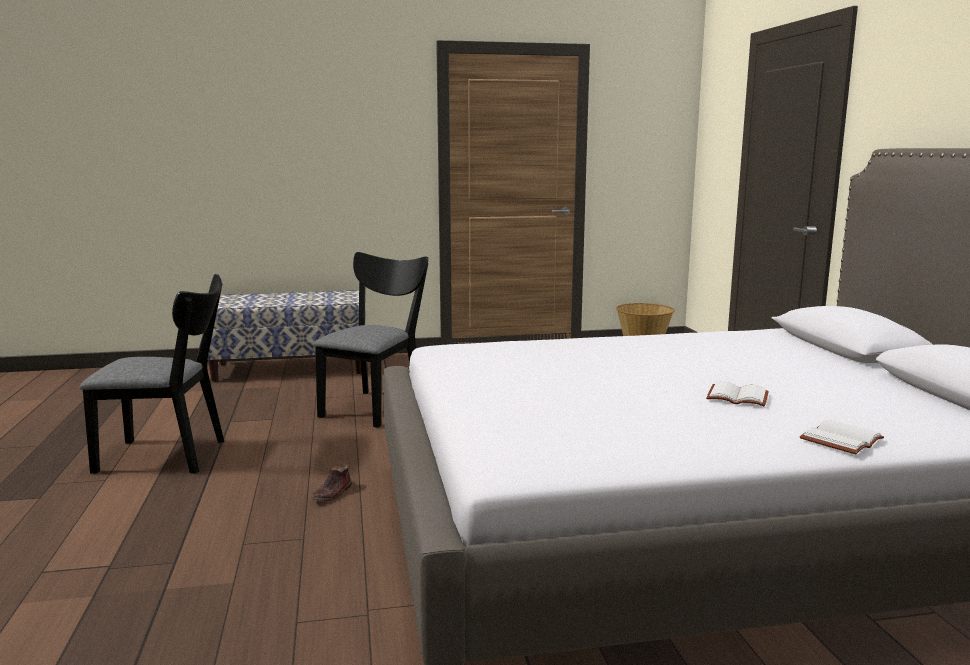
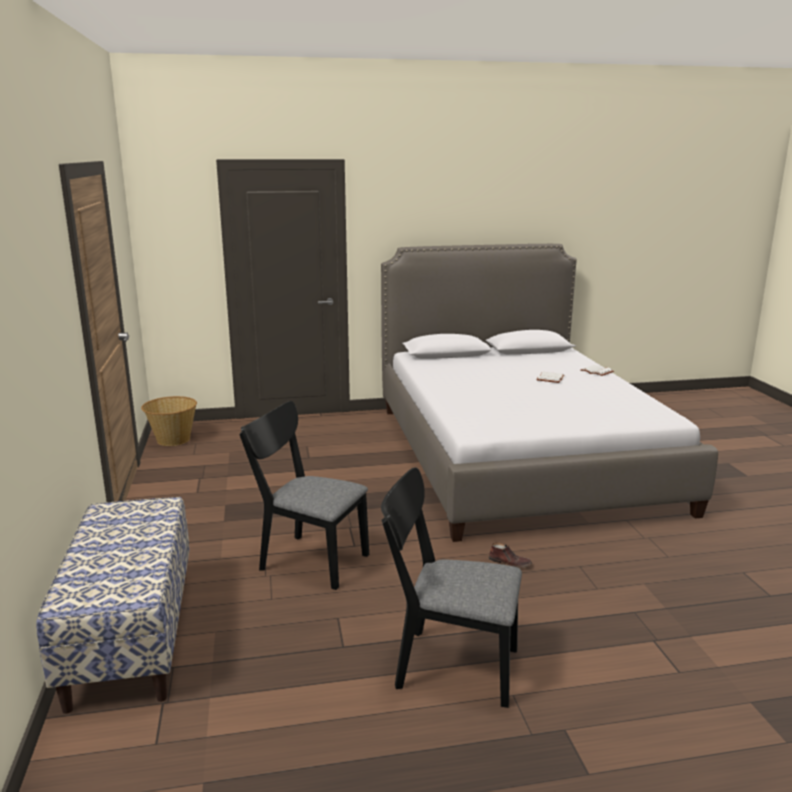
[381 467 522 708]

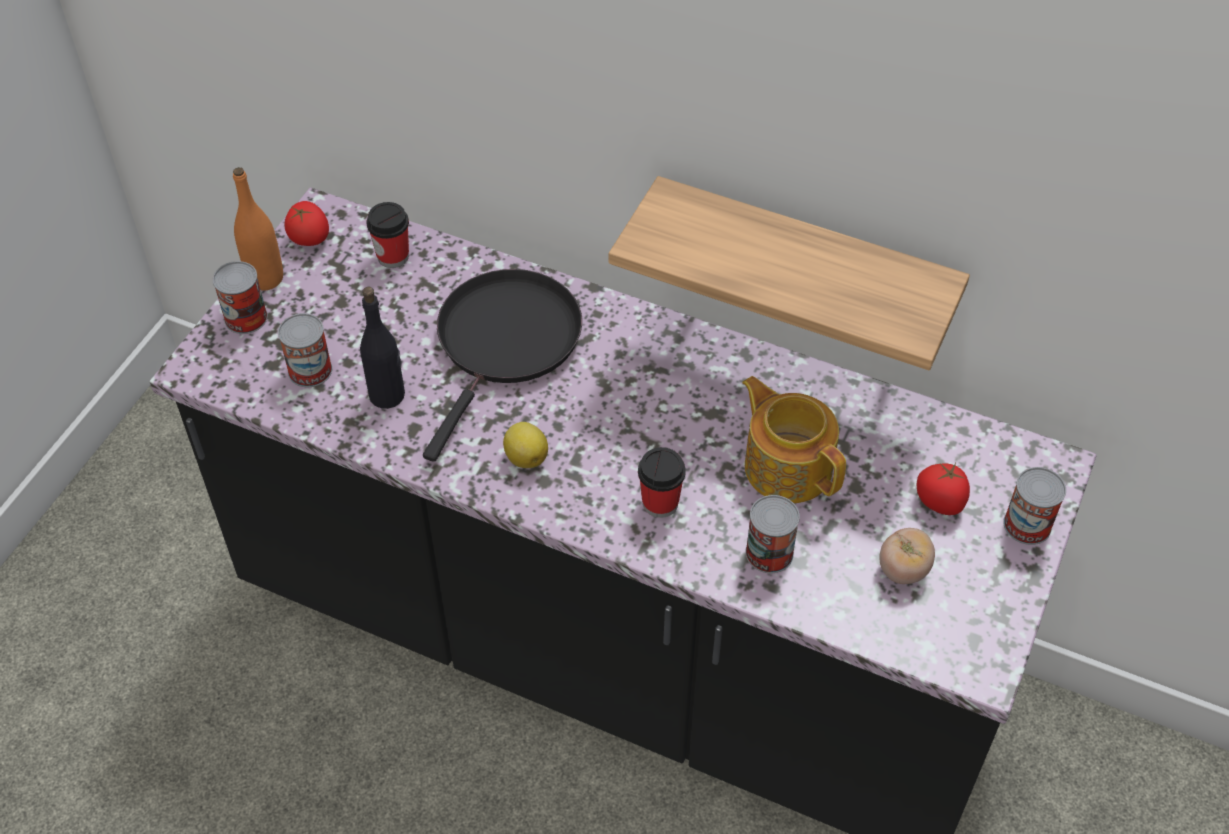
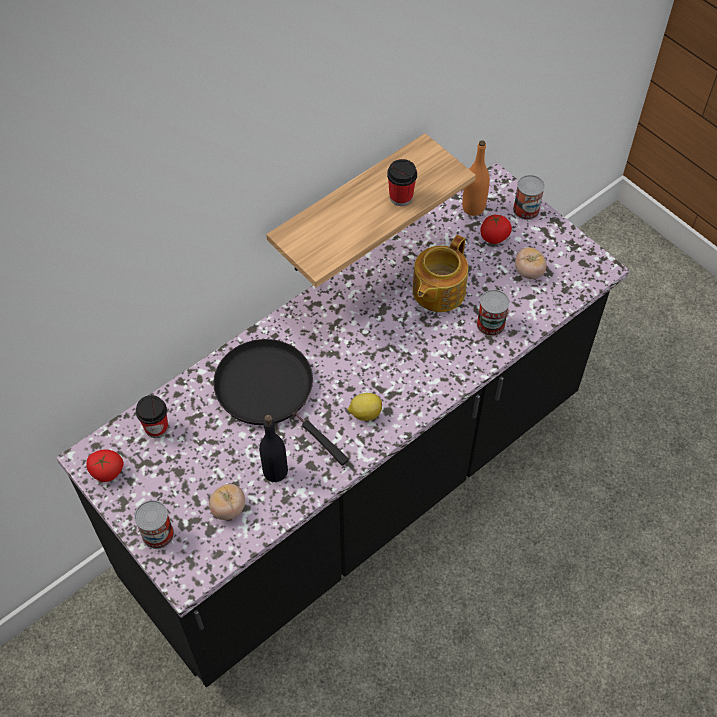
[462 140 490 216]
[387 159 417 206]
[209 484 245 520]
[413 235 468 312]

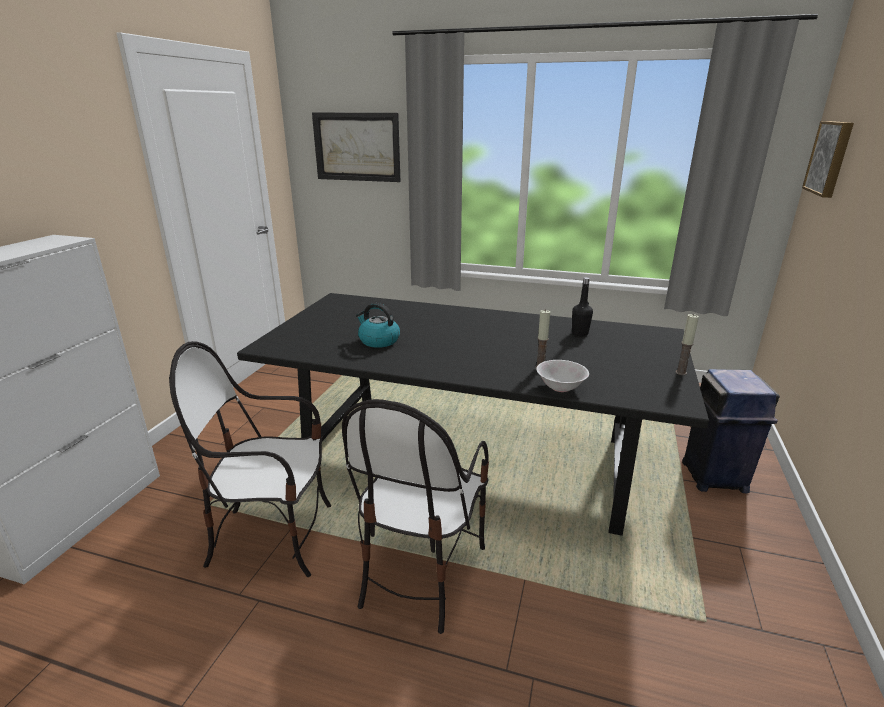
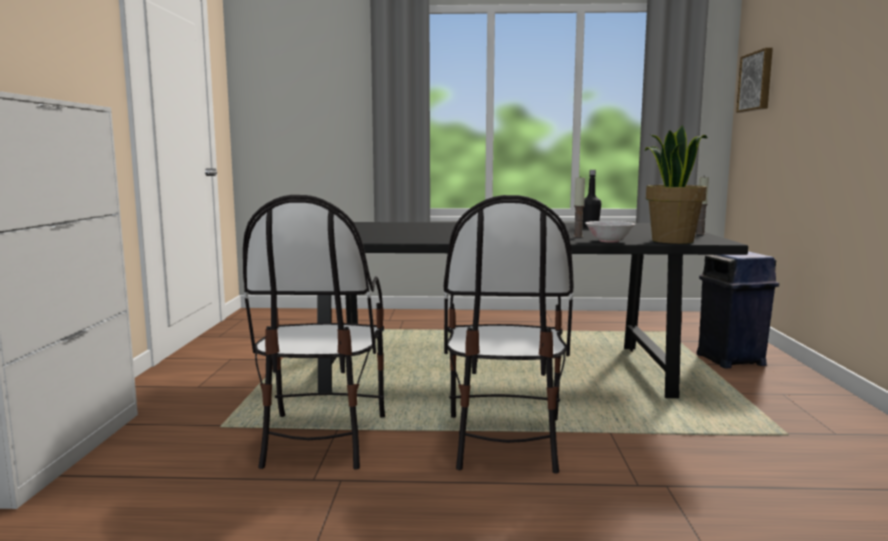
[312 113 401 182] (first image)
[356 303 400 348] (first image)
[645 125 708 244]
[243 195 385 470]

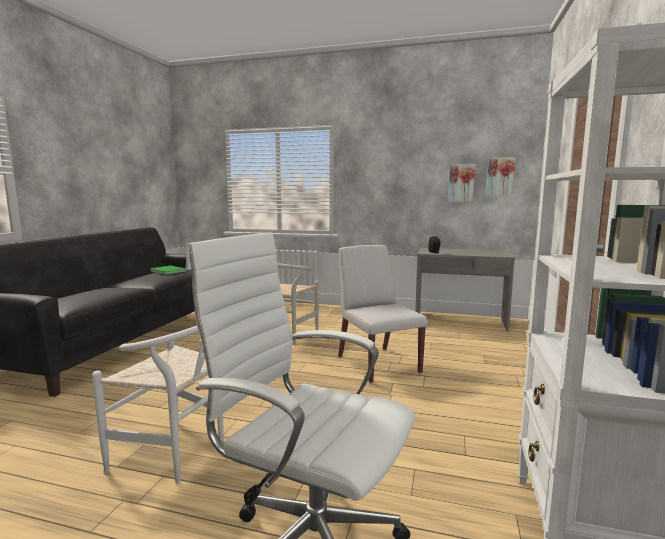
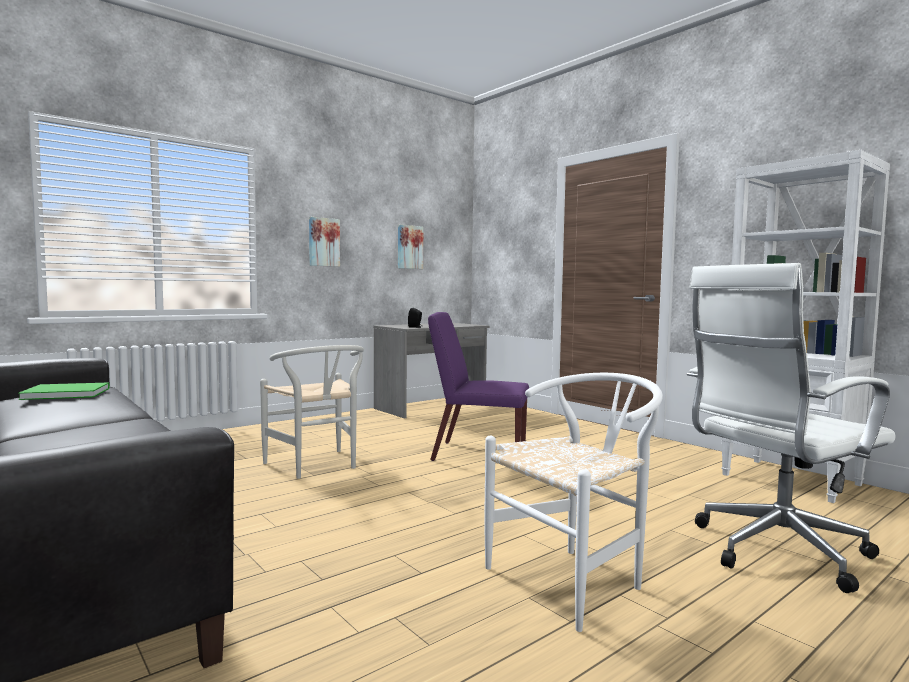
[309 217 340 267]
[428 312 529 461]

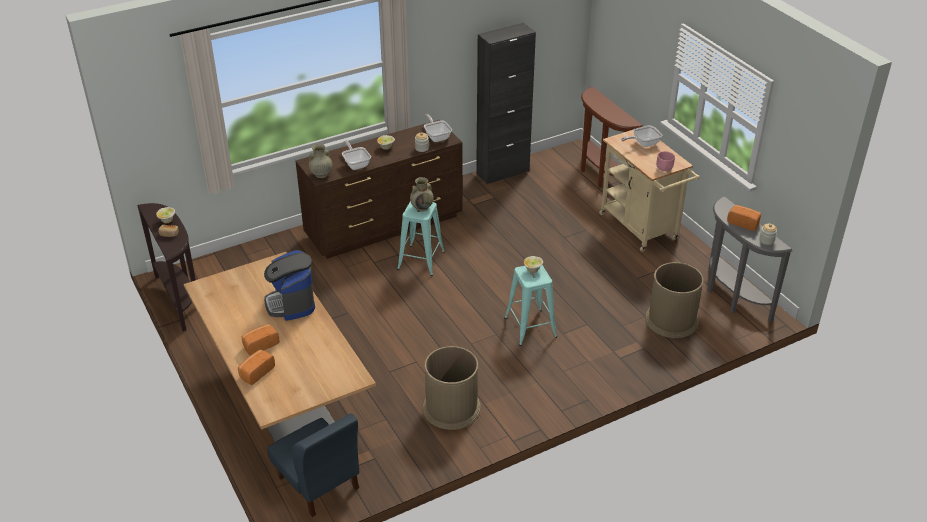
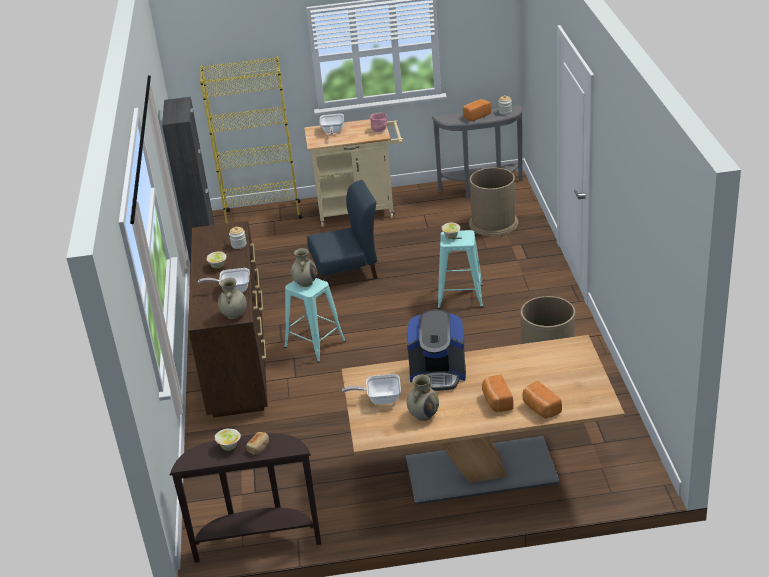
[407 375 439 421]
[307 180 378 289]
[342 374 401 405]
[200 56 302 223]

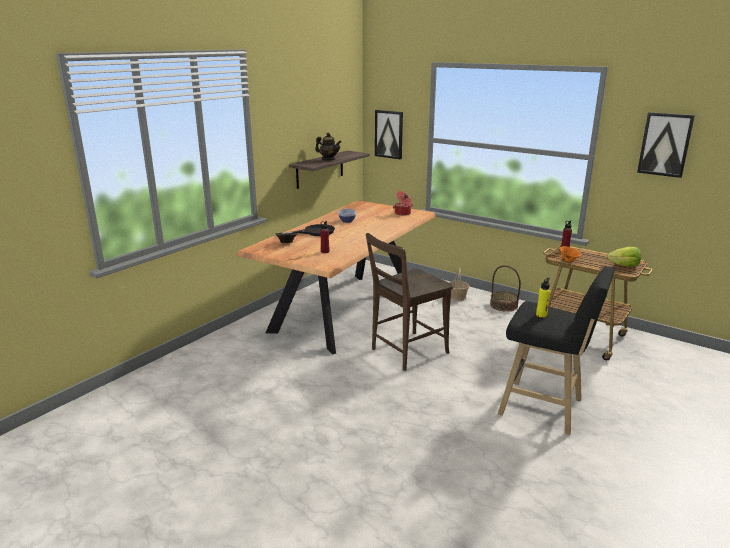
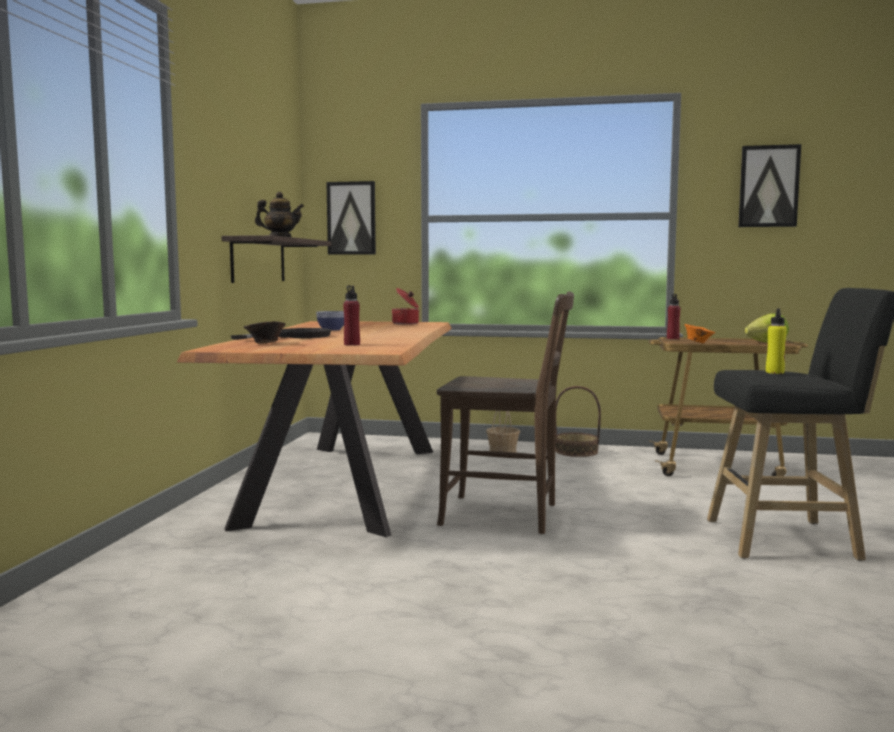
[437 291 574 534]

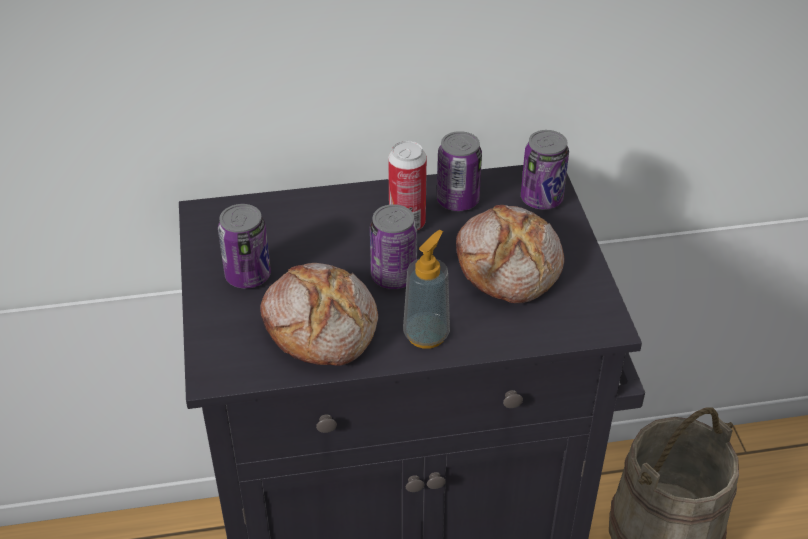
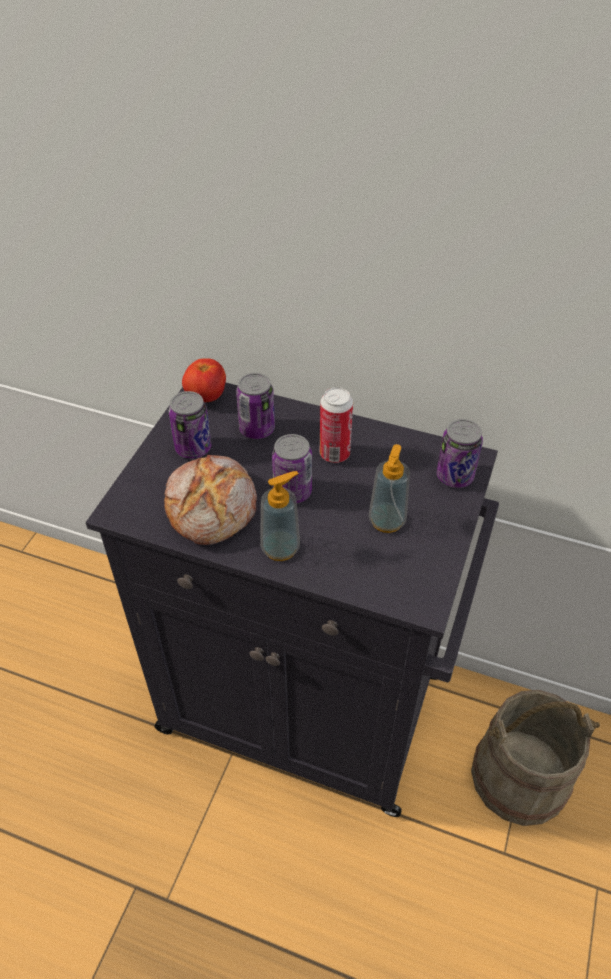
[182 359 226 402]
[236 373 275 439]
[369 444 410 533]

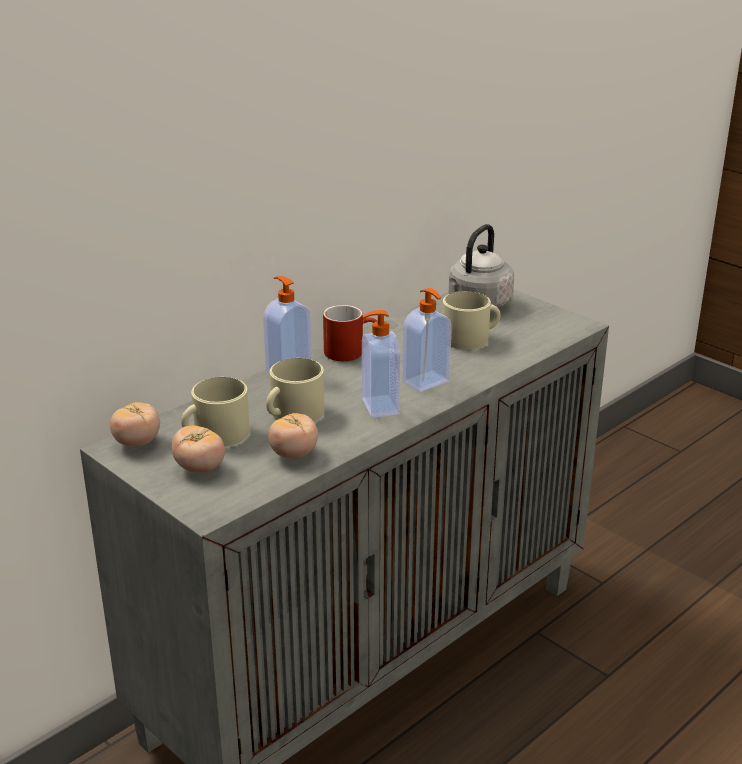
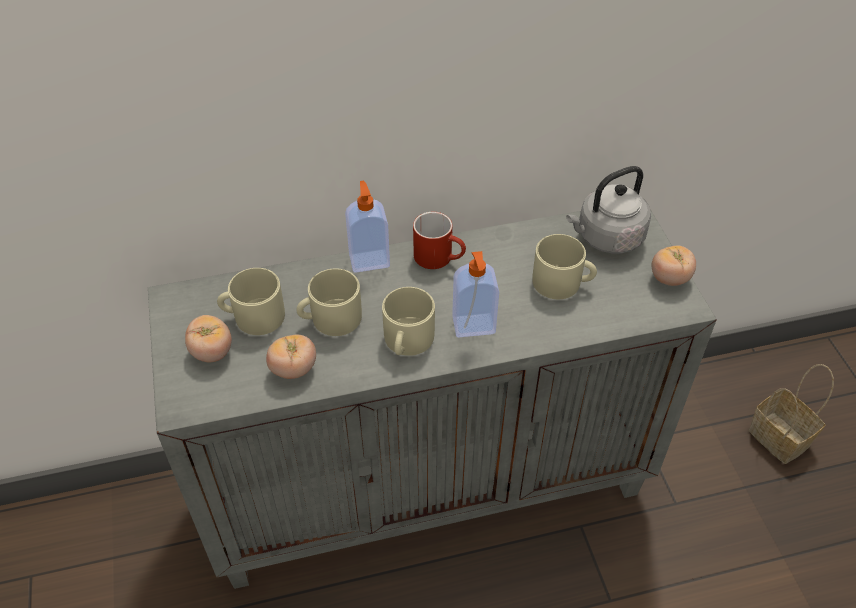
[748 364 834 464]
[652 246 696 286]
[382 287 435 356]

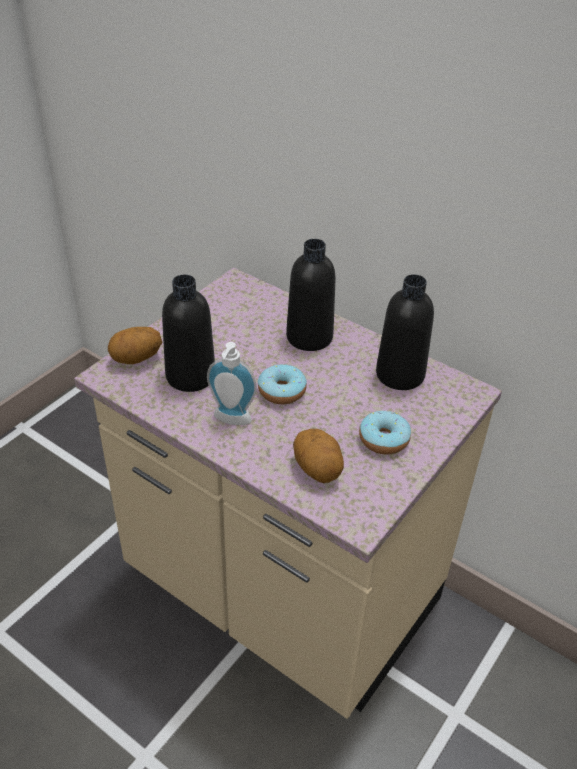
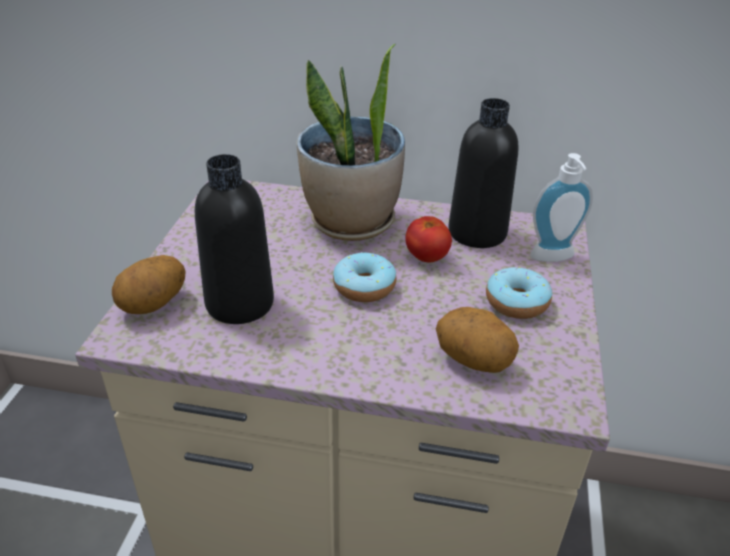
[405 216 452 263]
[530 153 593 262]
[296 44 405 241]

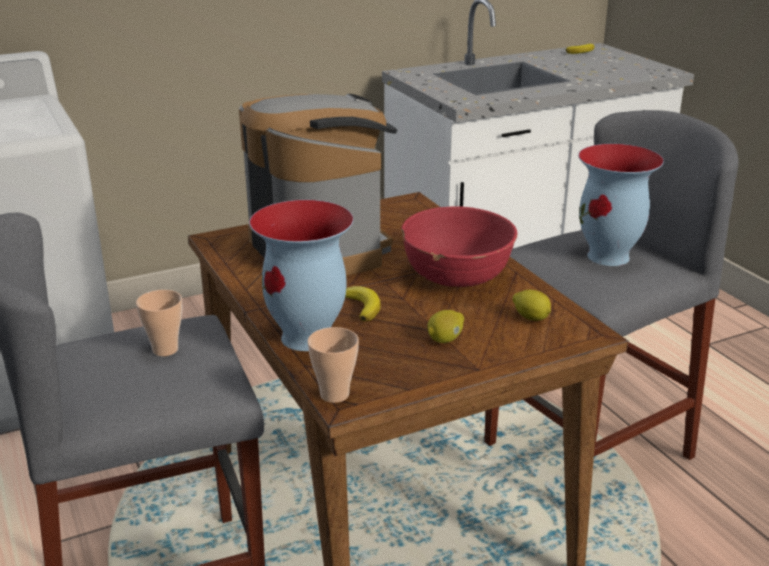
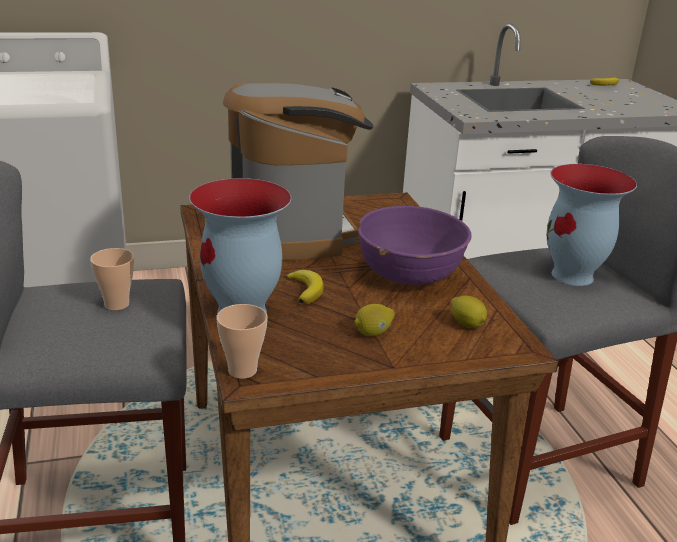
[358 206 472 285]

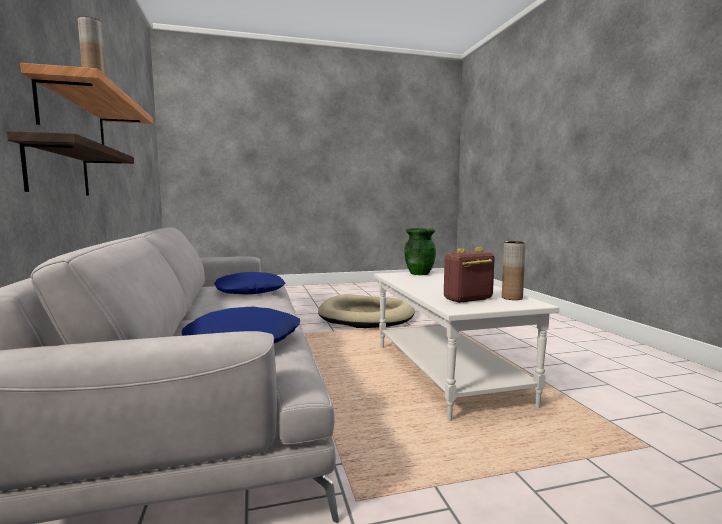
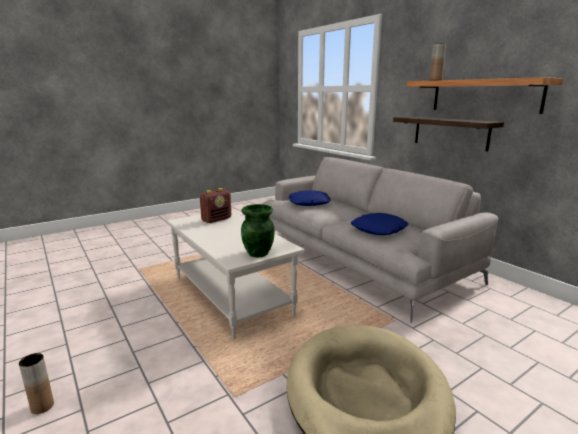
[19 353 54 414]

